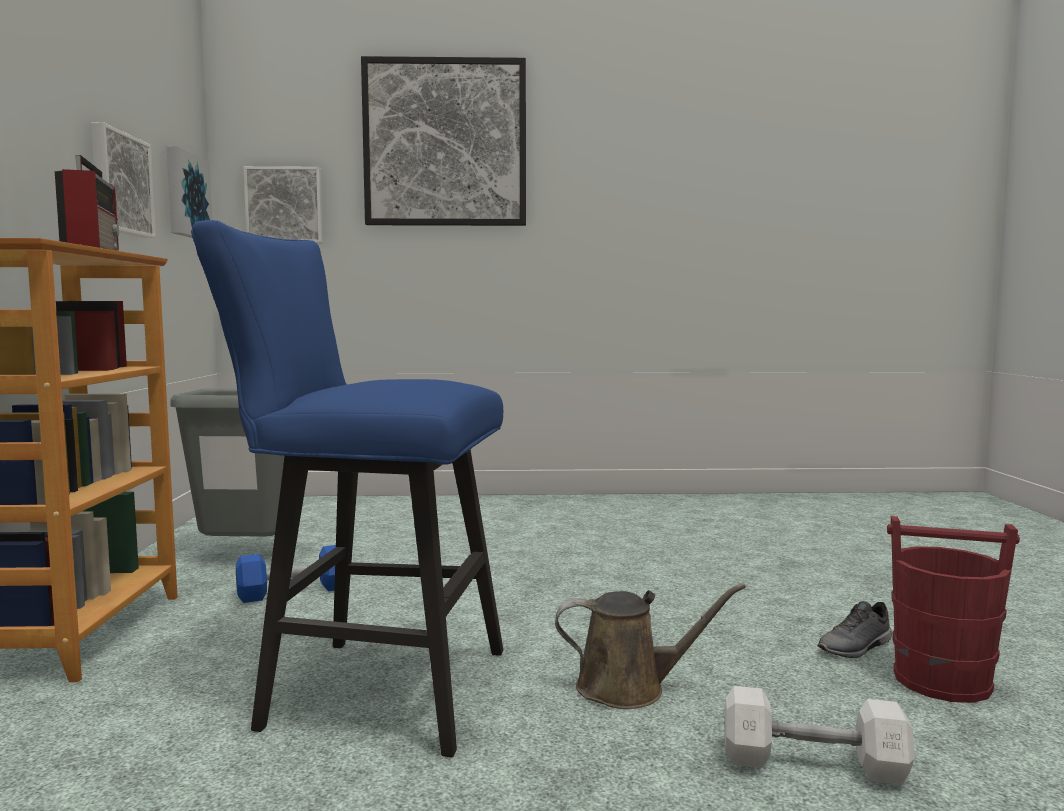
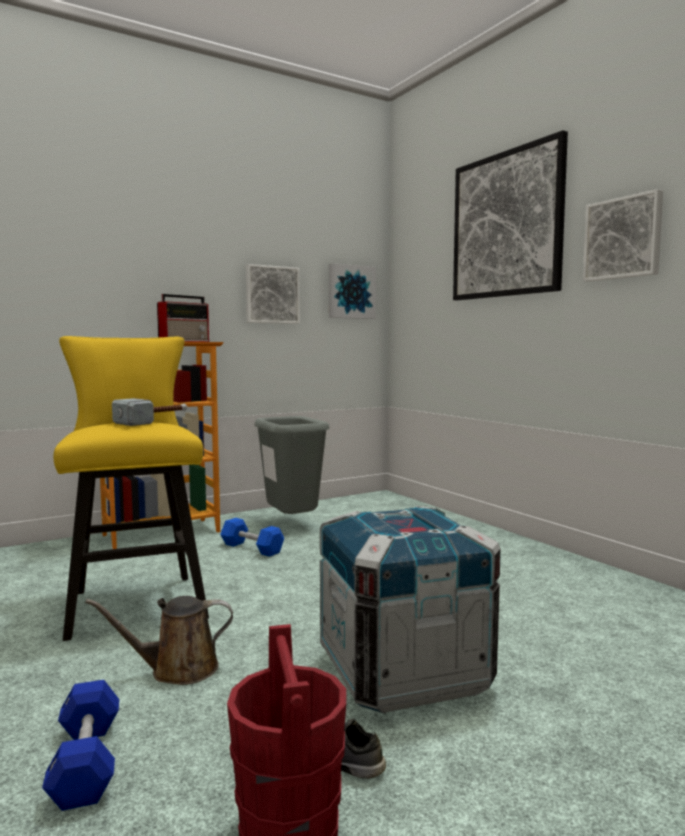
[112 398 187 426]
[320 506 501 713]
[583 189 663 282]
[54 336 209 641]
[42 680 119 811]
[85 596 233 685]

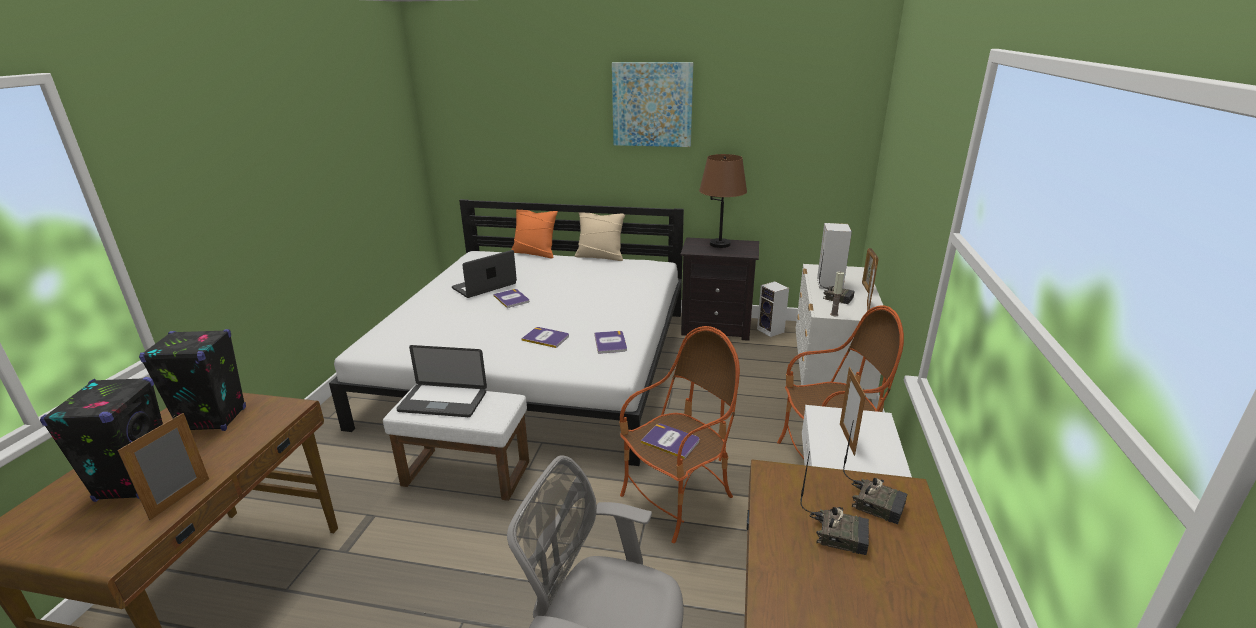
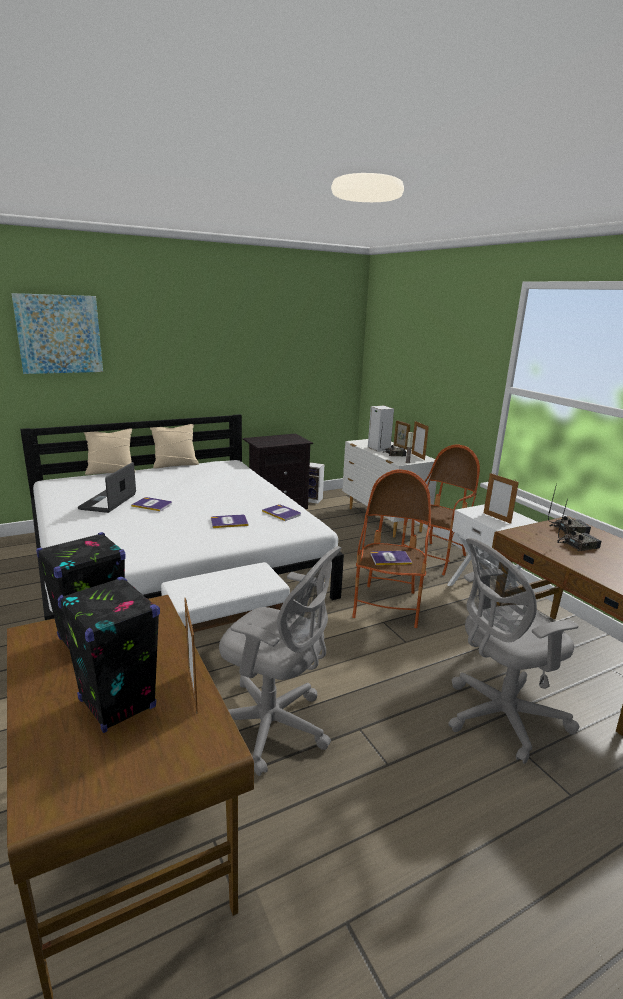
[396 345 487 417] (first image)
[699 154 747 248] (first image)
[219 546 341 776]
[11 293 103 374]
[84 428 136 475]

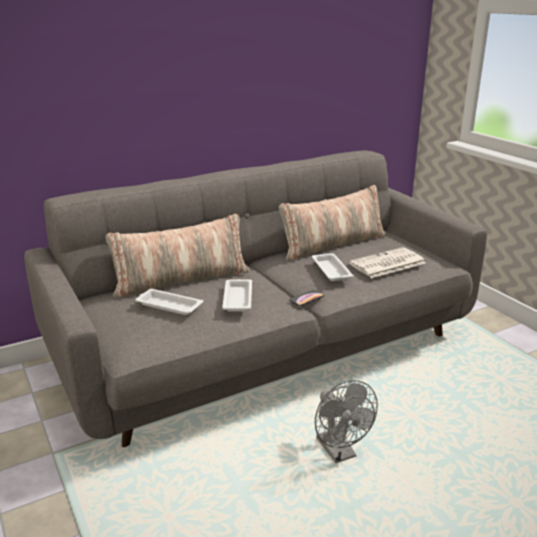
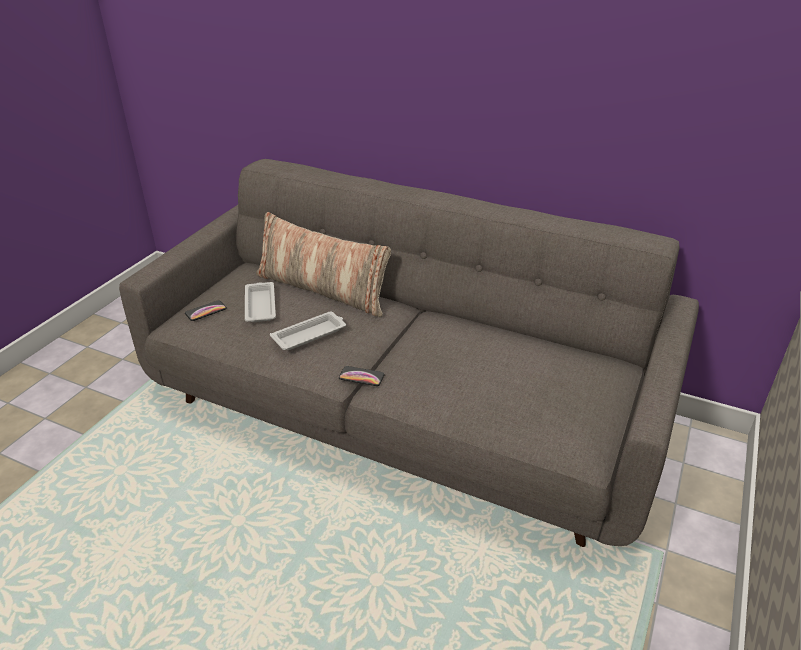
[279 185 386 261] (first image)
[312 253 353 281] (first image)
[315 380 378 463] (first image)
[349 247 425 278] (first image)
[185 300 227 321]

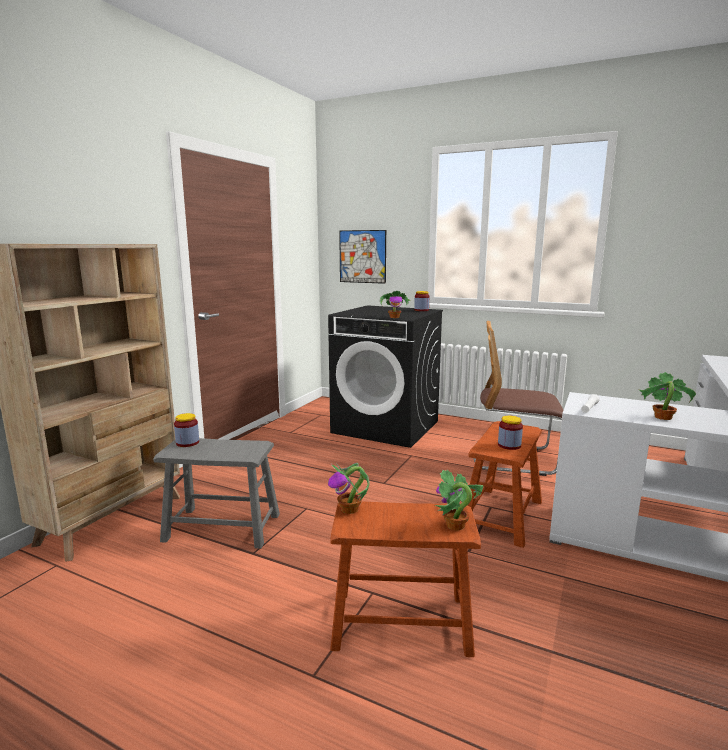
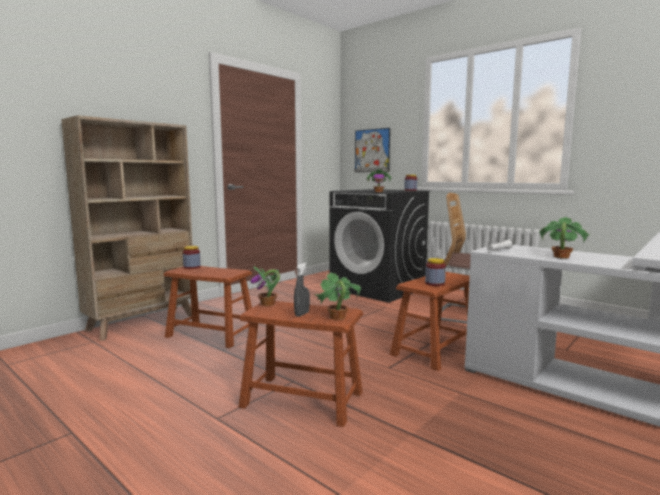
[294 263 310 317]
[164 266 252 348]

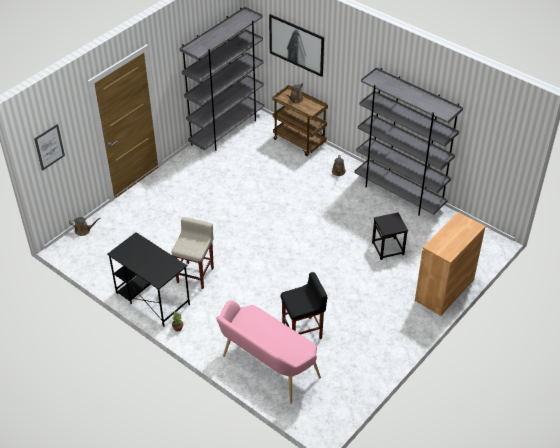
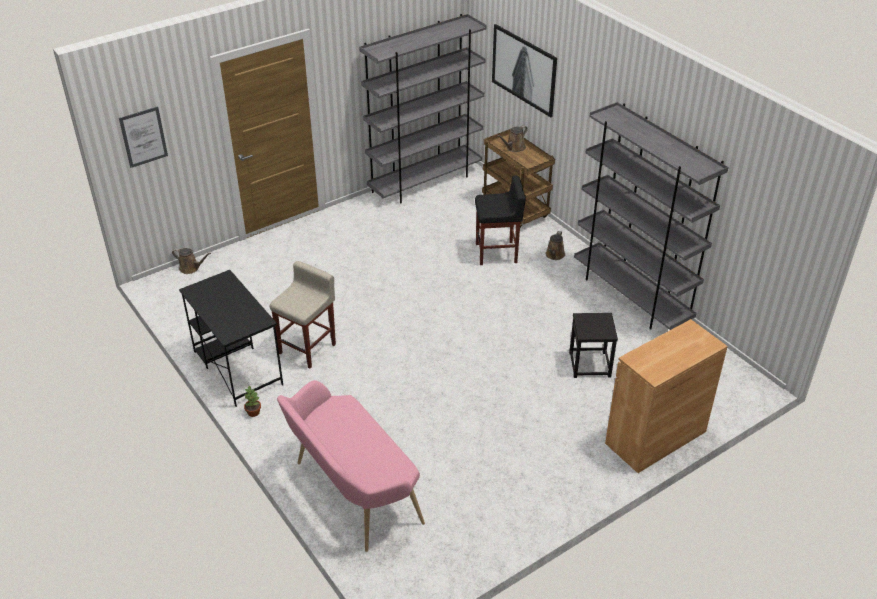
[475 175 525 265]

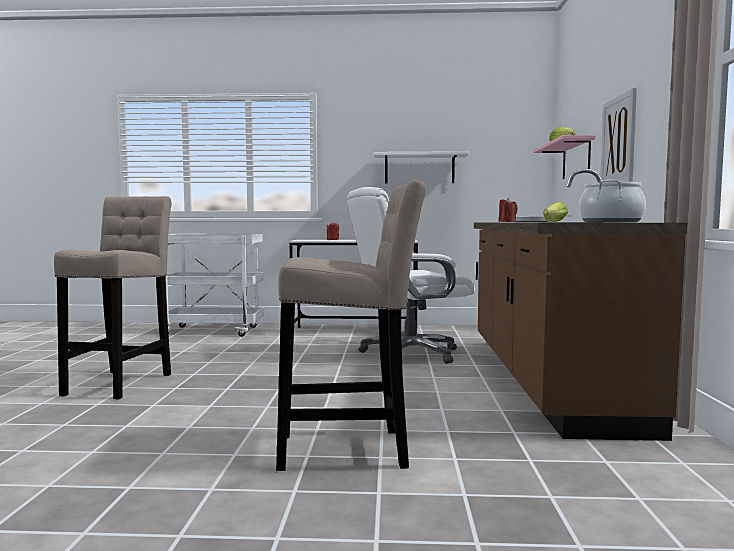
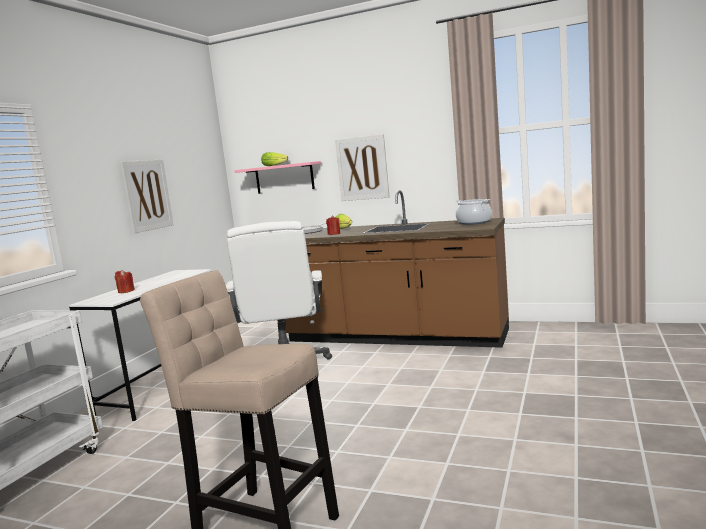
[276 180 426 471] (first image)
[120 159 174 234]

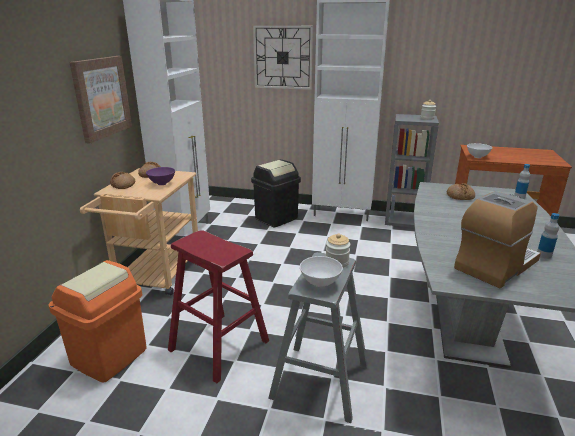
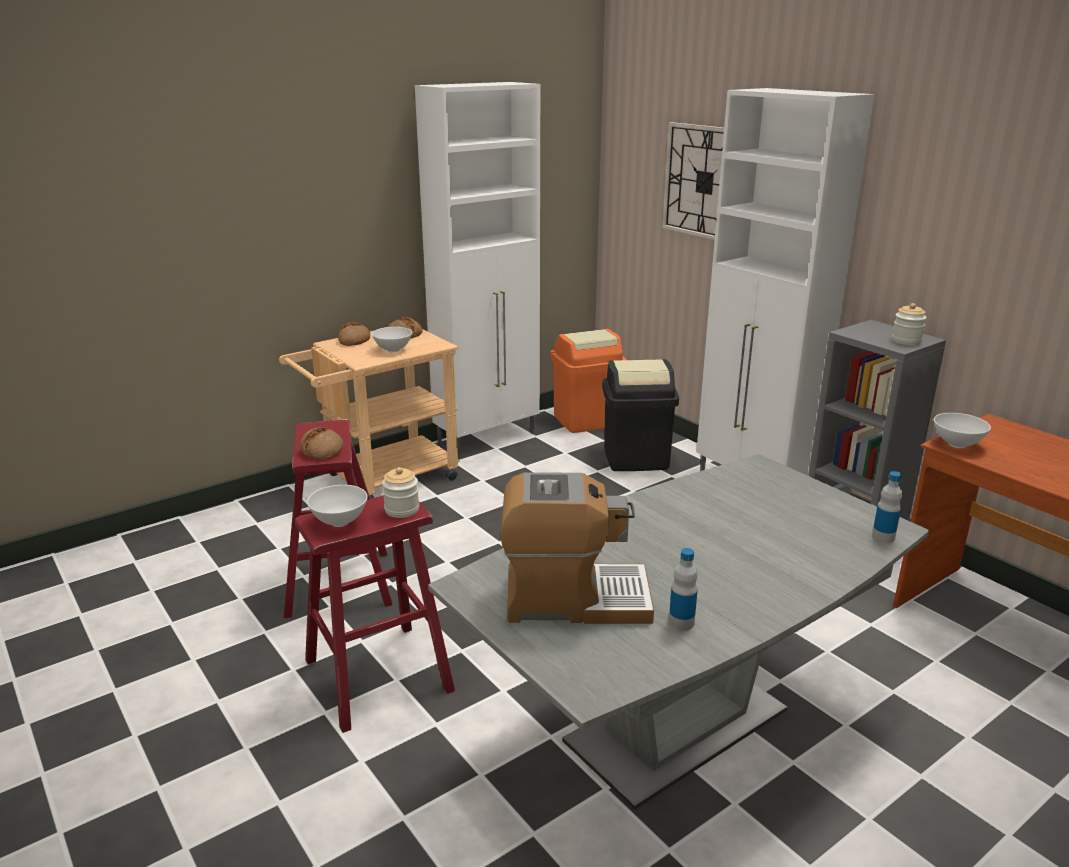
[69 56 132 144] (first image)
[550 329 626 433]
[300 427 343 459]
[372 327 412 353]
[295 495 455 733]

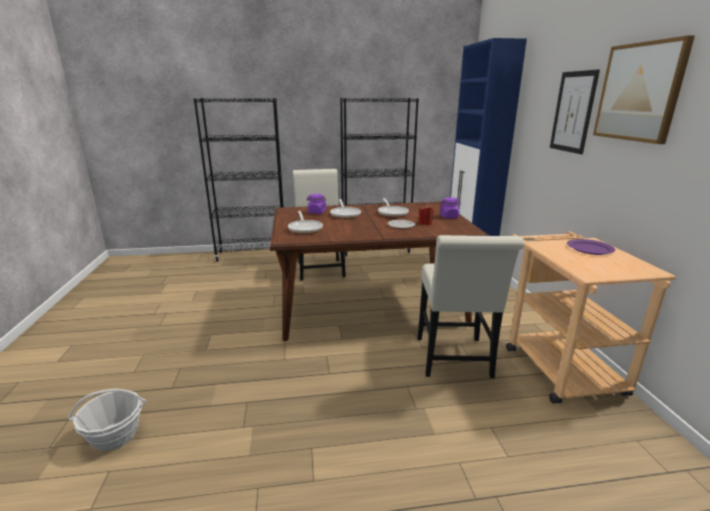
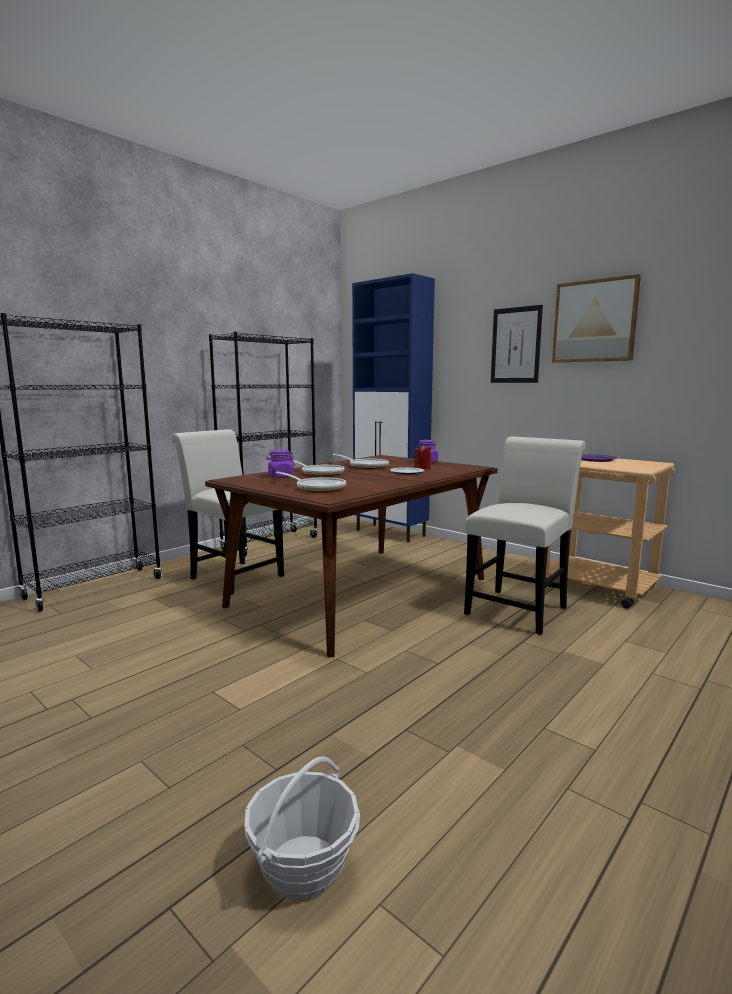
[464 437 586 635]

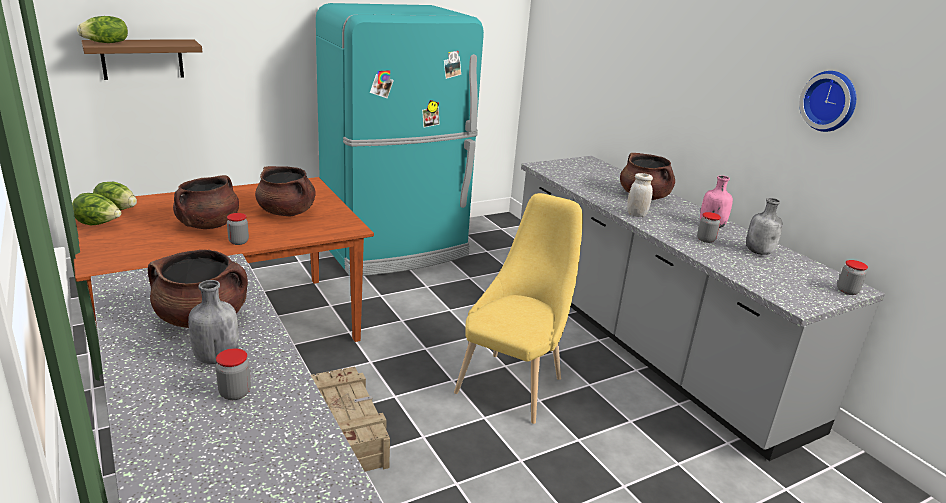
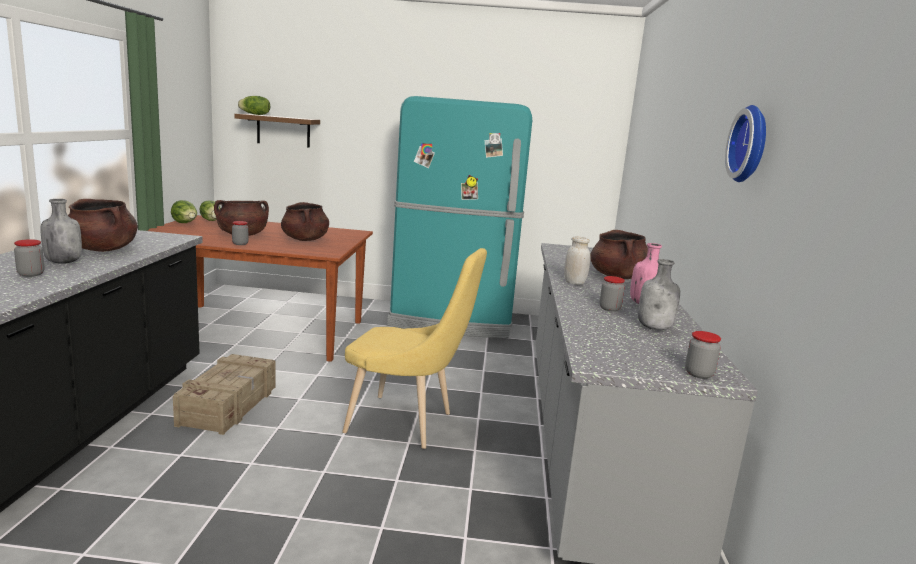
[342 248 487 449]

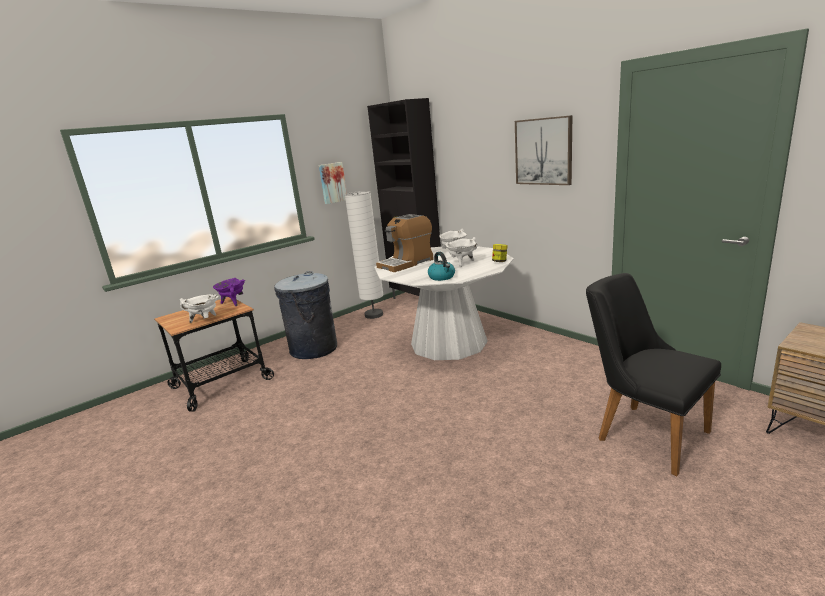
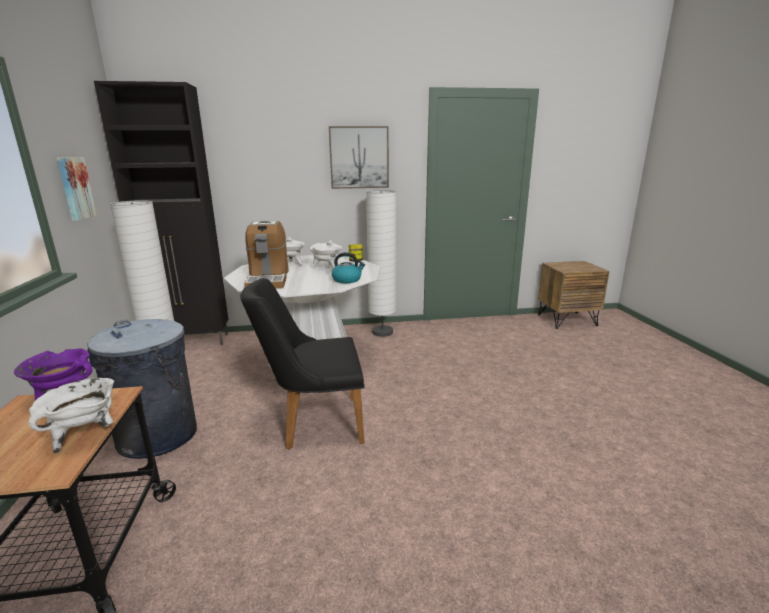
[366 190 396 337]
[240 278 365 450]

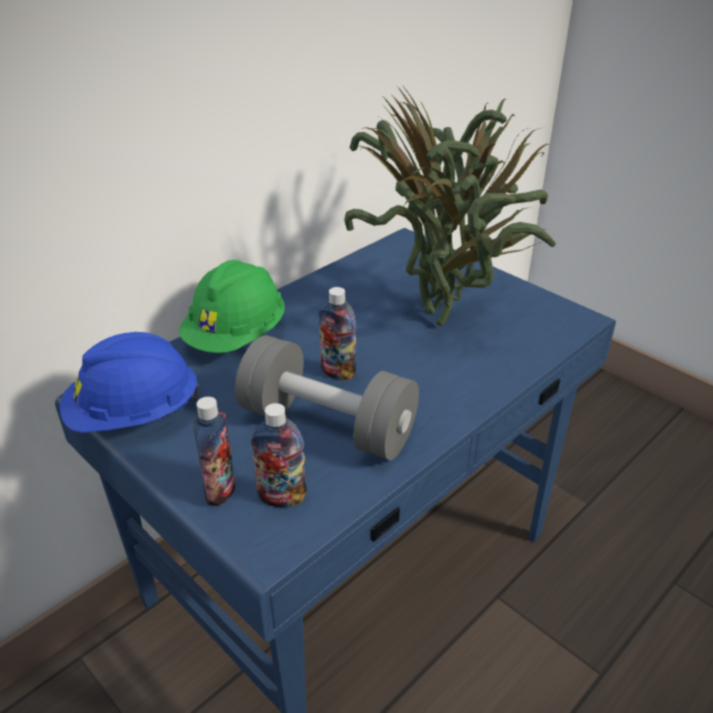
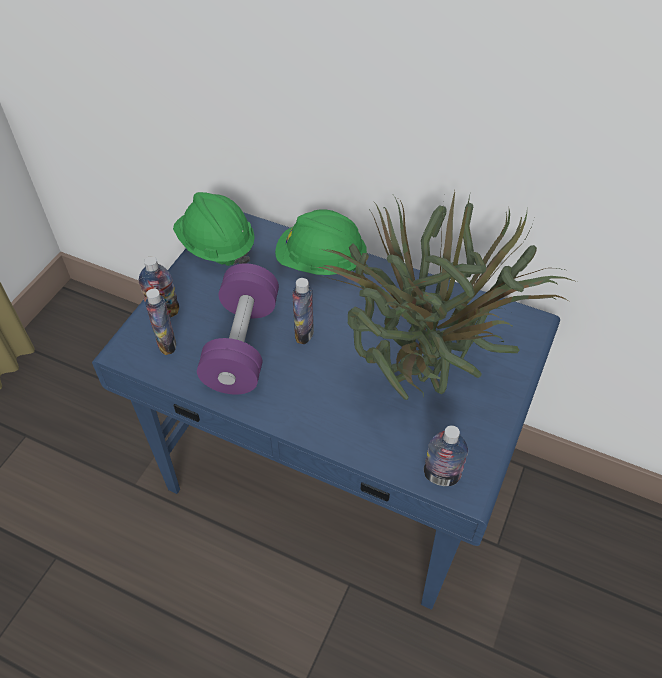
[424 425 468 486]
[173 192 255 266]
[197 263 279 394]

